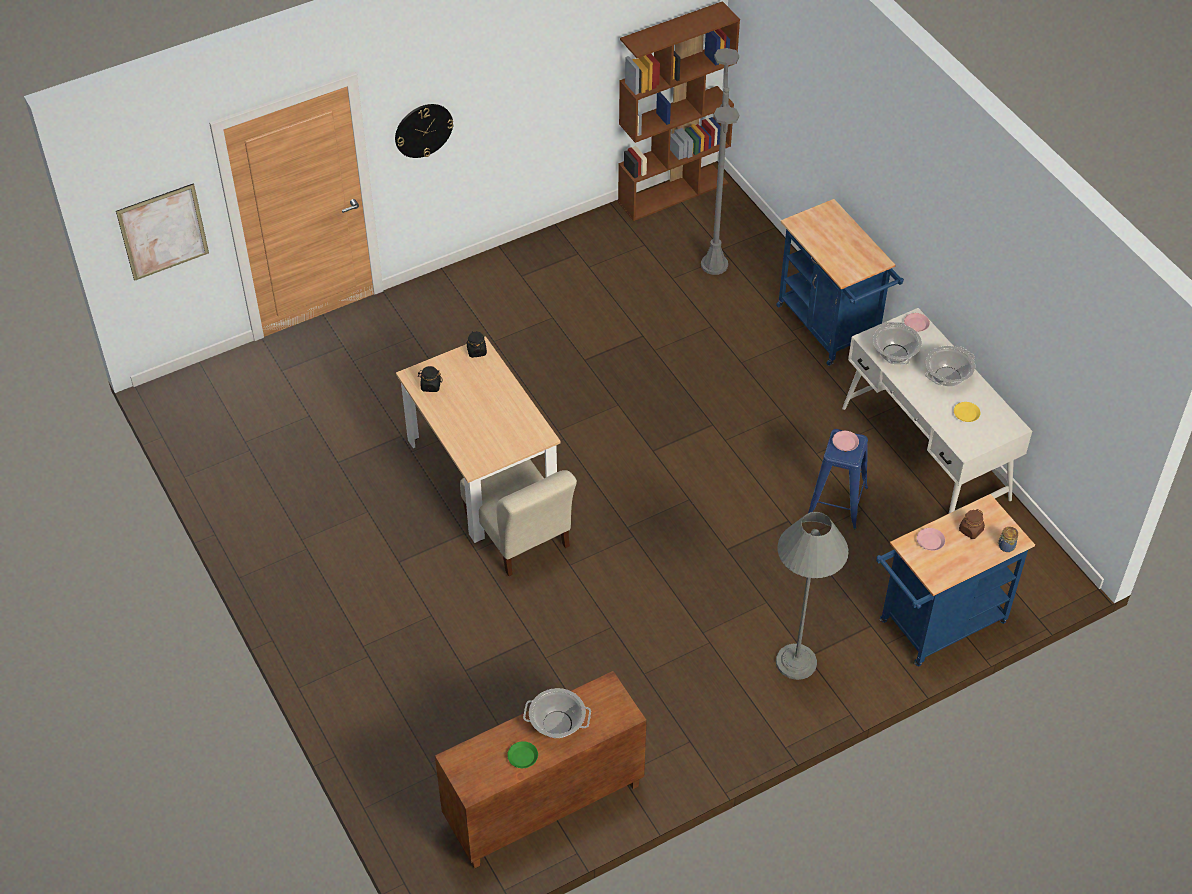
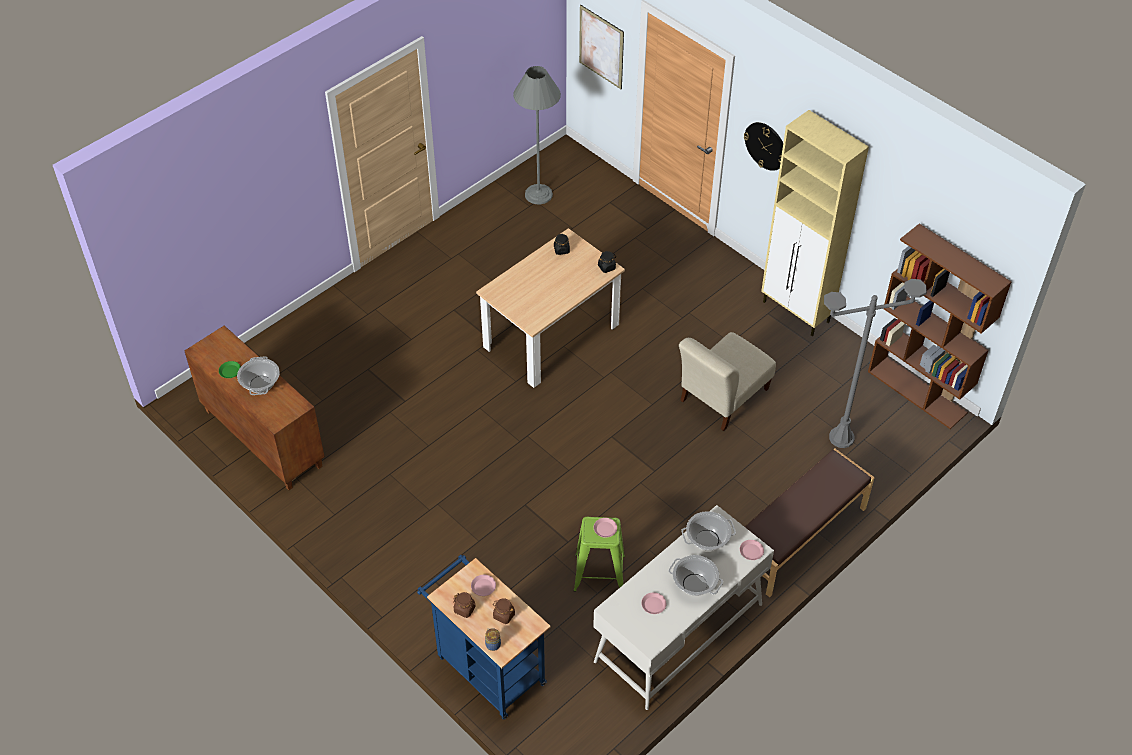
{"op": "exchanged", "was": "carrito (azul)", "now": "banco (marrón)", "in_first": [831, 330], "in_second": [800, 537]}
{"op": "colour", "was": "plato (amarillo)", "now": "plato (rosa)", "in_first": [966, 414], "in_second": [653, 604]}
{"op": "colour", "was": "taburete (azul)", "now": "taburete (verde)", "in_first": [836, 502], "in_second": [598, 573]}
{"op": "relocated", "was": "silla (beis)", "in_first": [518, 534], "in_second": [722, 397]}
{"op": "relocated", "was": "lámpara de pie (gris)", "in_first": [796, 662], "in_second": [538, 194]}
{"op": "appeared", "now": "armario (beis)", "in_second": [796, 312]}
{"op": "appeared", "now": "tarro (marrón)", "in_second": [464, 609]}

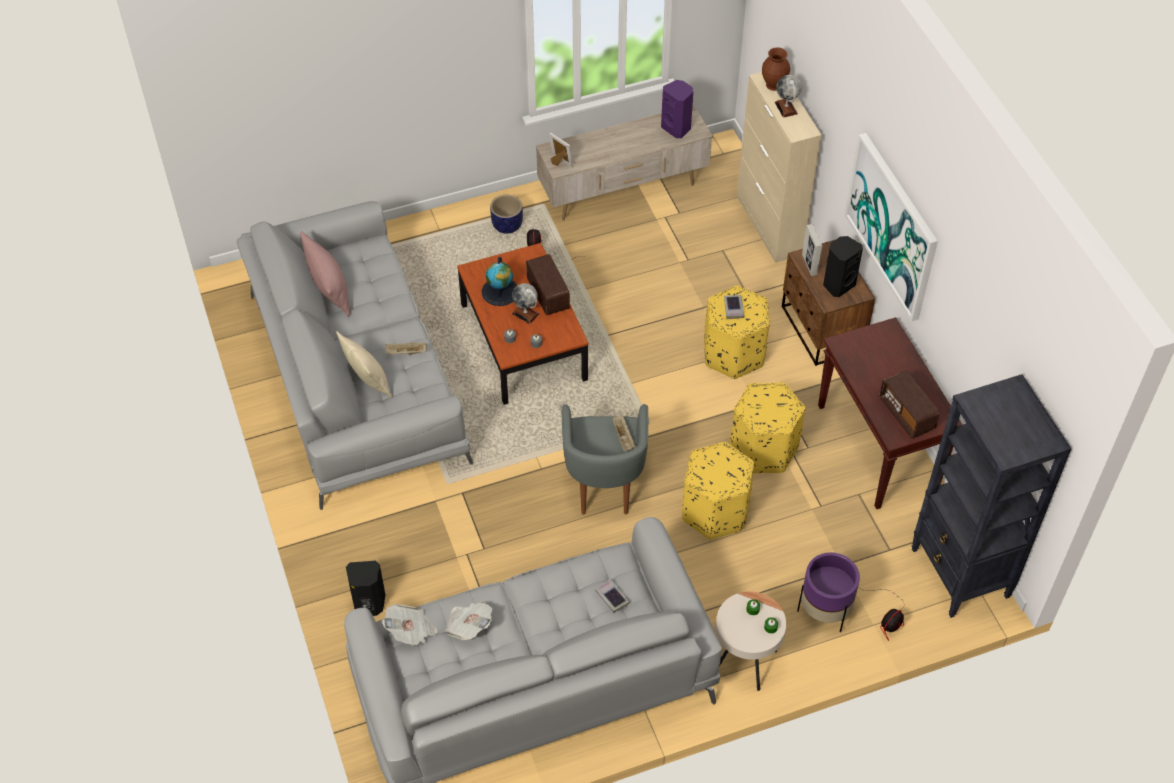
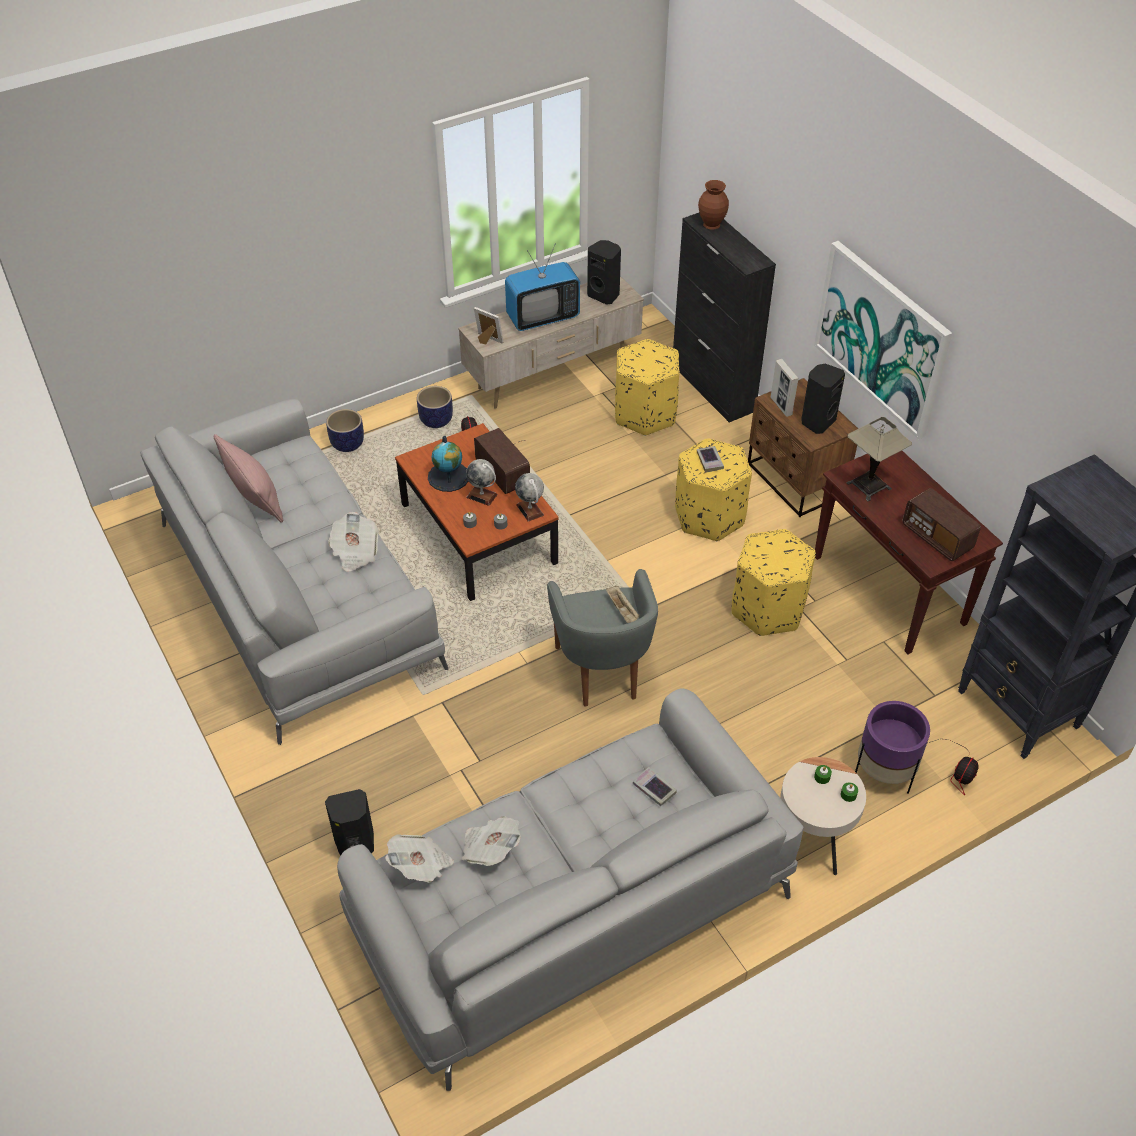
{"op": "colour", "was": "armario (beis)", "now": "armario (negro)", "in_first": [769, 225], "in_second": [713, 388]}
{"op": "relocated", "was": "globo terráqueo", "in_first": [786, 108], "in_second": [530, 510]}
{"op": "colour", "was": "altavoz (morado)", "now": "altavoz (negro)", "in_first": [676, 128], "in_second": [604, 295]}
{"op": "missing", "was": "cojín (beis)", "in_first": [368, 382]}
{"op": "exchanged", "was": "bandeja (beis)", "now": "periódico", "in_first": [406, 353], "in_second": [355, 552]}
{"op": "relocated", "was": "puf (amarillo)", "in_first": [715, 511], "in_second": [645, 414]}
{"op": "appeared", "now": "televisor", "in_second": [542, 317]}
{"op": "appeared", "now": "maceta", "in_second": [347, 444]}
{"op": "appeared", "now": "lámpara de mesa", "in_second": [868, 485]}

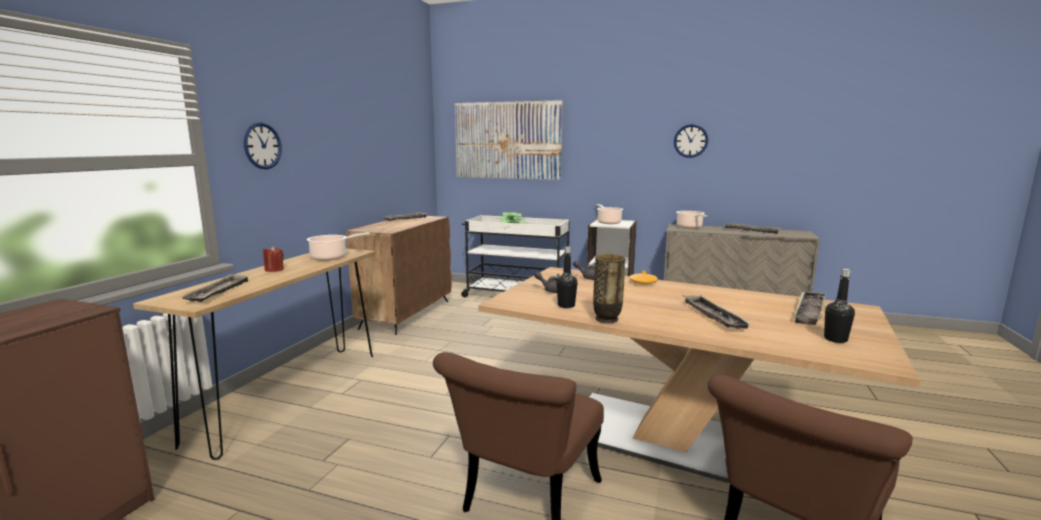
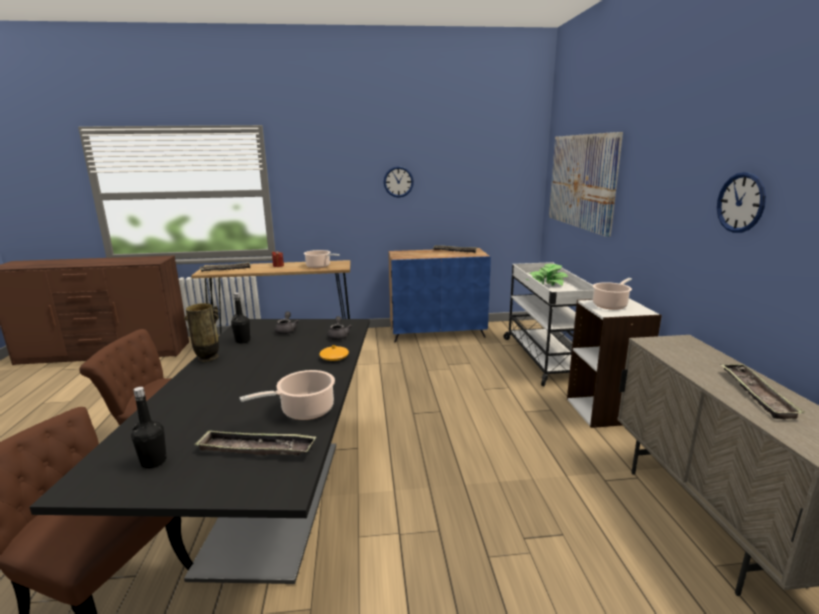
{"op": "relocated", "was": "reloj de pared", "in_first": [262, 146], "in_second": [398, 182]}
{"op": "relocated", "was": "olla", "in_first": [690, 227], "in_second": [304, 411]}
{"op": "colour", "was": "armario (marrón)", "now": "armario (azul)", "in_first": [406, 314], "in_second": [437, 333]}
{"op": "colour", "was": "mesa de comedor (beis)", "now": "mesa de comedor (negro)", "in_first": [668, 439], "in_second": [274, 503]}
{"op": "missing", "was": "bandeja", "in_first": [713, 316]}

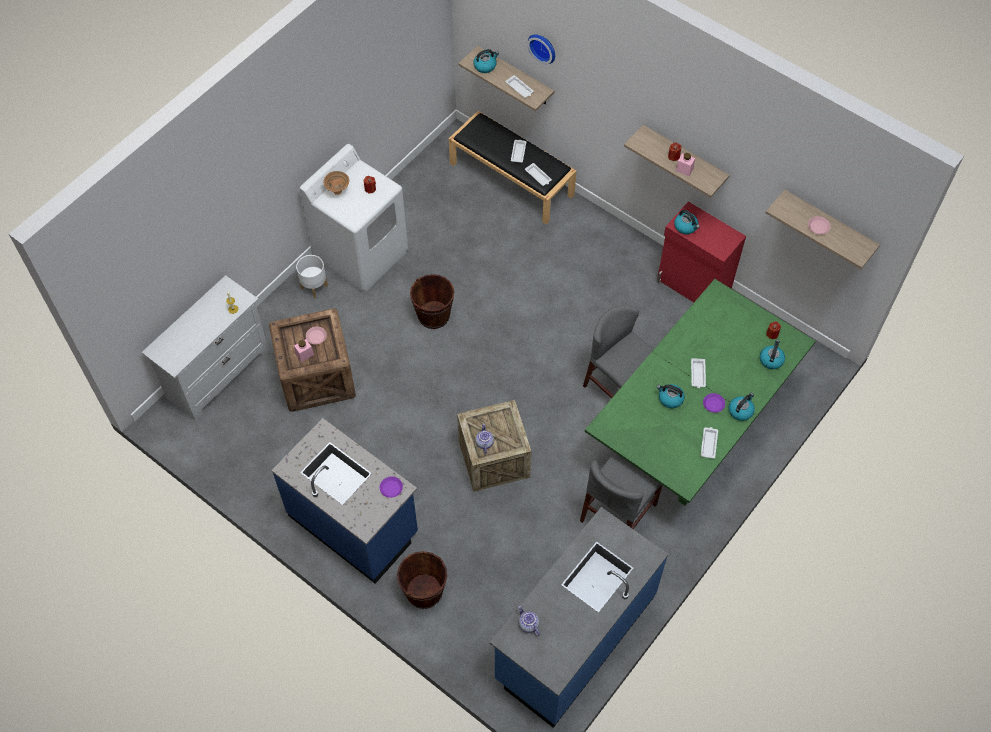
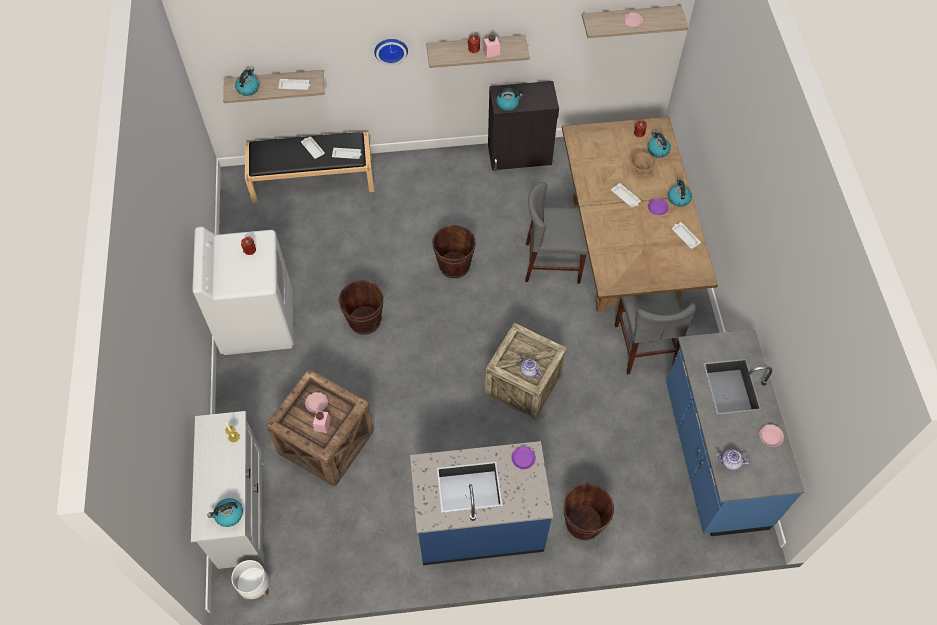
{"op": "relocated", "was": "reloj de pared", "in_first": [543, 47], "in_second": [390, 49]}
{"op": "relocated", "was": "cuenco (marrón)", "in_first": [338, 190], "in_second": [639, 171]}
{"op": "colour", "was": "armario (rojo)", "now": "armario (negro)", "in_first": [693, 286], "in_second": [520, 155]}
{"op": "relocated", "was": "maceta (blanco)", "in_first": [314, 287], "in_second": [256, 588]}
{"op": "colour", "was": "mesa de comedor (verde)", "now": "mesa de comedor (marrón)", "in_first": [690, 428], "in_second": [624, 250]}
{"op": "relocated", "was": "hervidor", "in_first": [670, 399], "in_second": [229, 515]}
{"op": "appeared", "now": "cubo (marrón)", "in_second": [454, 265]}
{"op": "appeared", "now": "plato (rosa)", "in_second": [770, 436]}

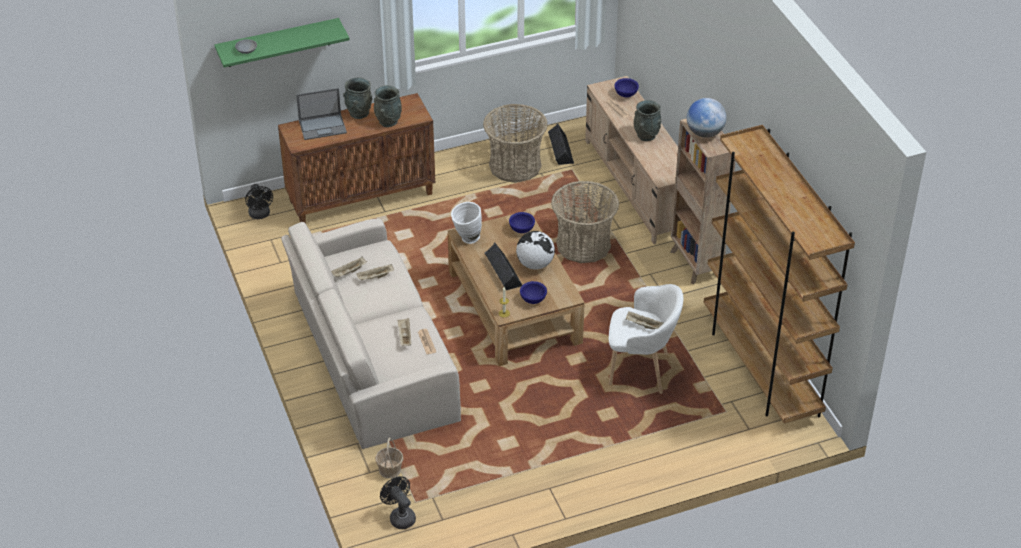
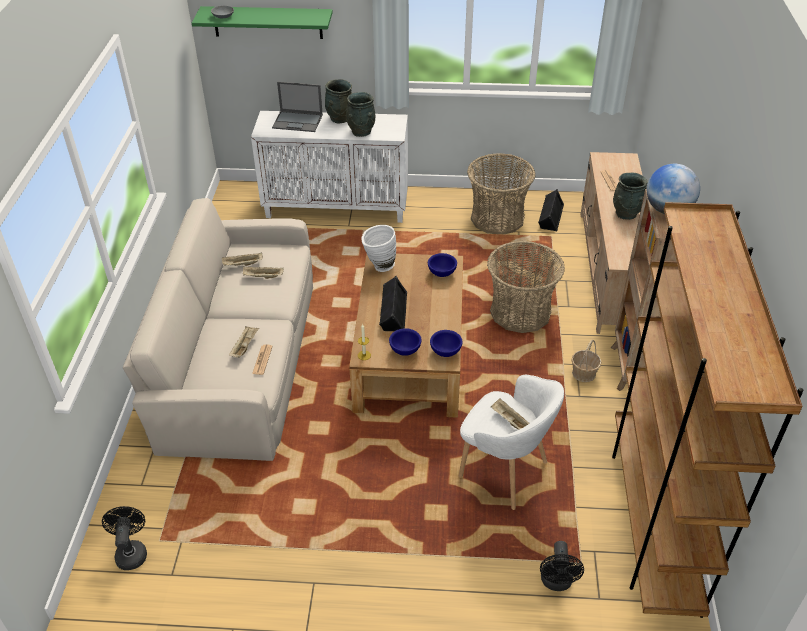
{"op": "relocated", "was": "cuenco (azul)", "in_first": [626, 94], "in_second": [446, 352]}
{"op": "colour", "was": "armario (marrón)", "now": "armario (blanco)", "in_first": [361, 196], "in_second": [337, 207]}
{"op": "relocated", "was": "ventilador (negro)", "in_first": [260, 215], "in_second": [557, 582]}
{"op": "missing", "was": "globo terráqueo", "in_first": [535, 264]}
{"op": "relocated", "was": "cesta", "in_first": [389, 469], "in_second": [583, 373]}

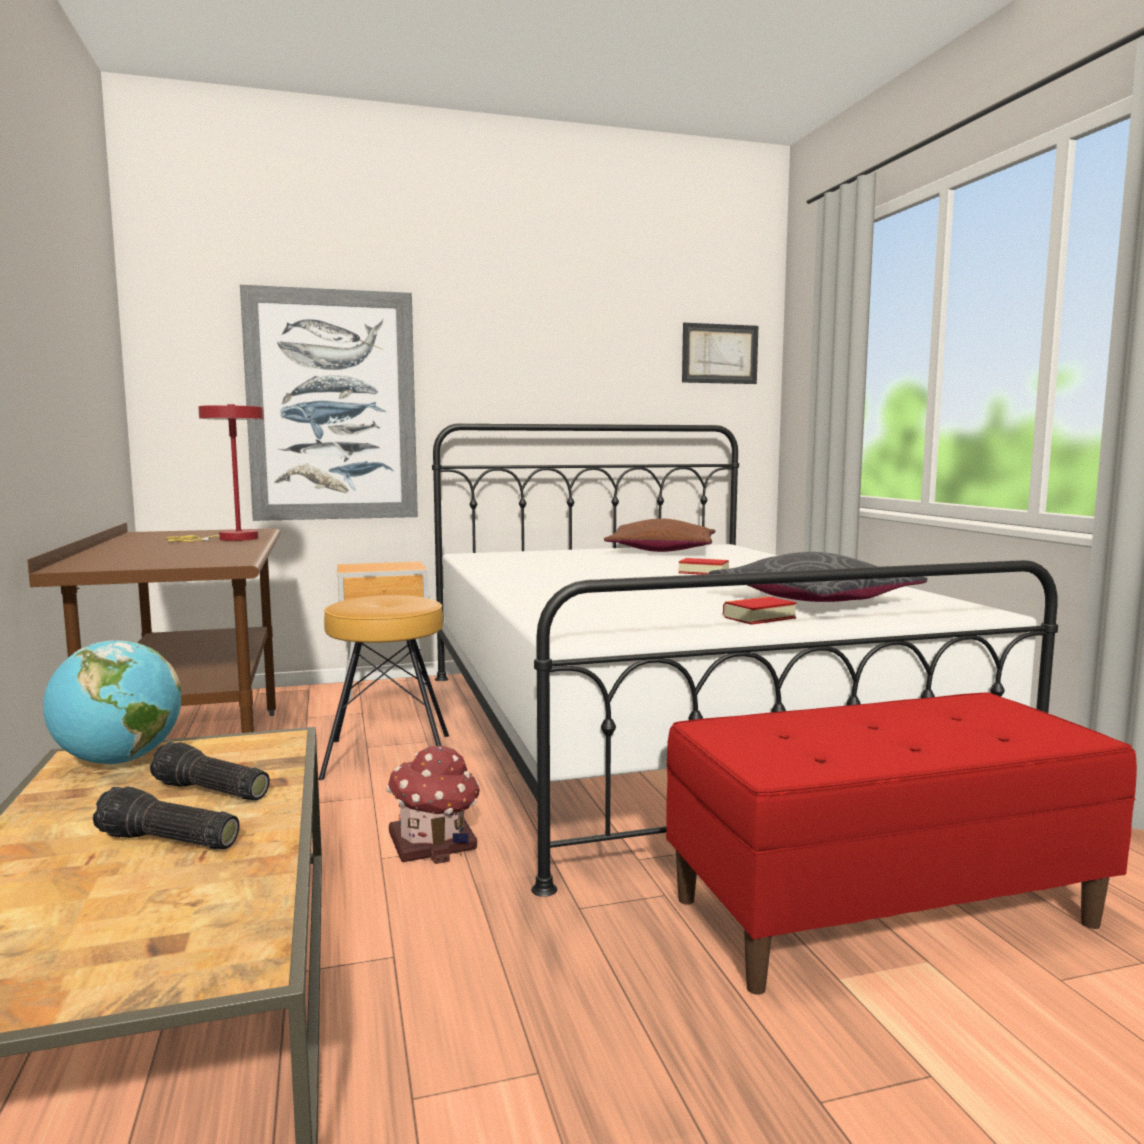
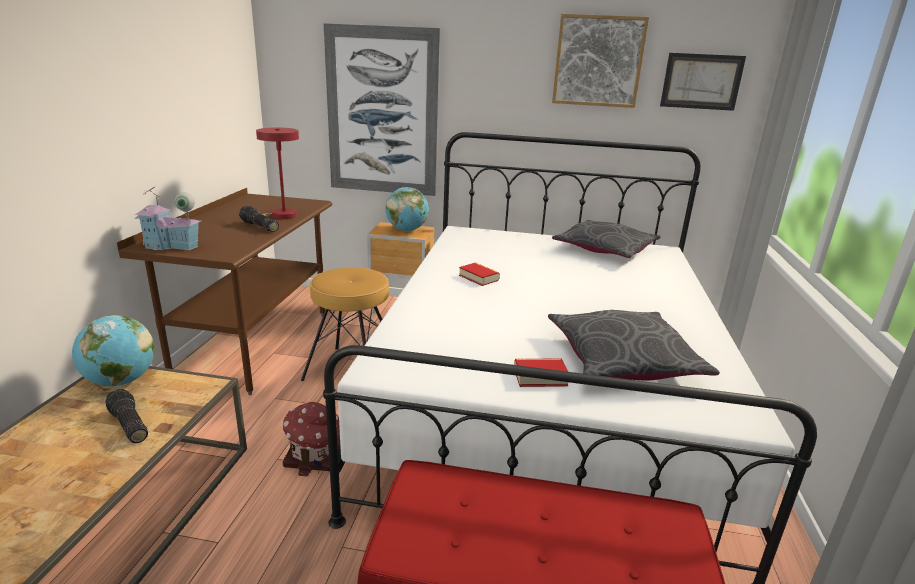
{"op": "colour", "was": "cojín (marrón)", "now": "cojín (gris)", "in_first": [661, 551], "in_second": [604, 249]}
{"op": "relocated", "was": "libro", "in_first": [703, 572], "in_second": [478, 278]}
{"op": "relocated", "was": "linterna", "in_first": [166, 841], "in_second": [259, 227]}
{"op": "appeared", "now": "cuadro", "in_second": [598, 61]}
{"op": "appeared", "now": "casita", "in_second": [171, 246]}
{"op": "appeared", "now": "globo terráqueo", "in_second": [407, 230]}

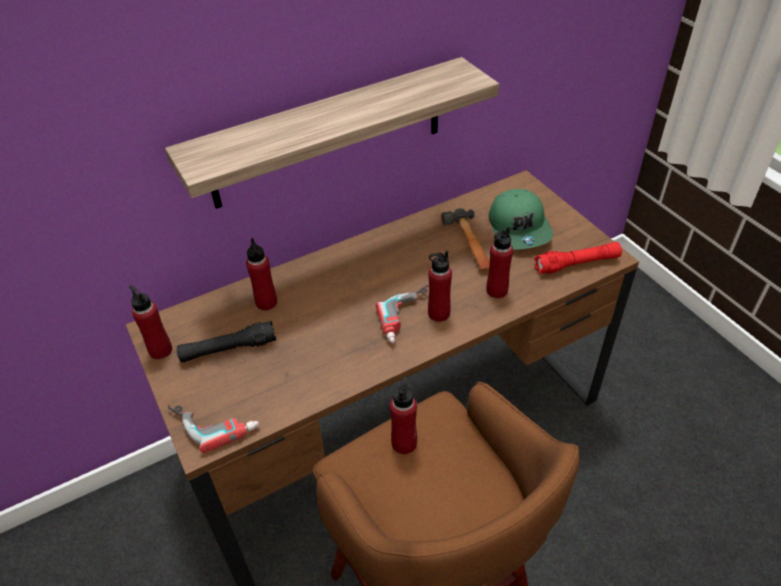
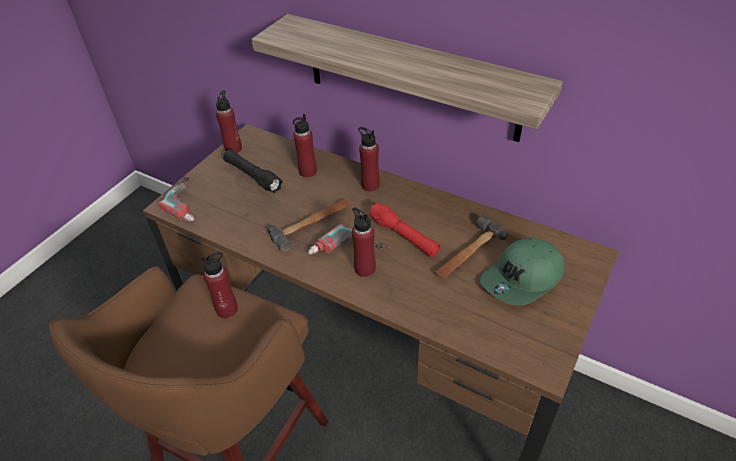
{"op": "relocated", "was": "botella (rojo)", "in_first": [496, 290], "in_second": [370, 185]}
{"op": "relocated", "was": "linterna (rojo)", "in_first": [577, 264], "in_second": [404, 236]}
{"op": "appeared", "now": "martillo", "in_second": [311, 225]}

